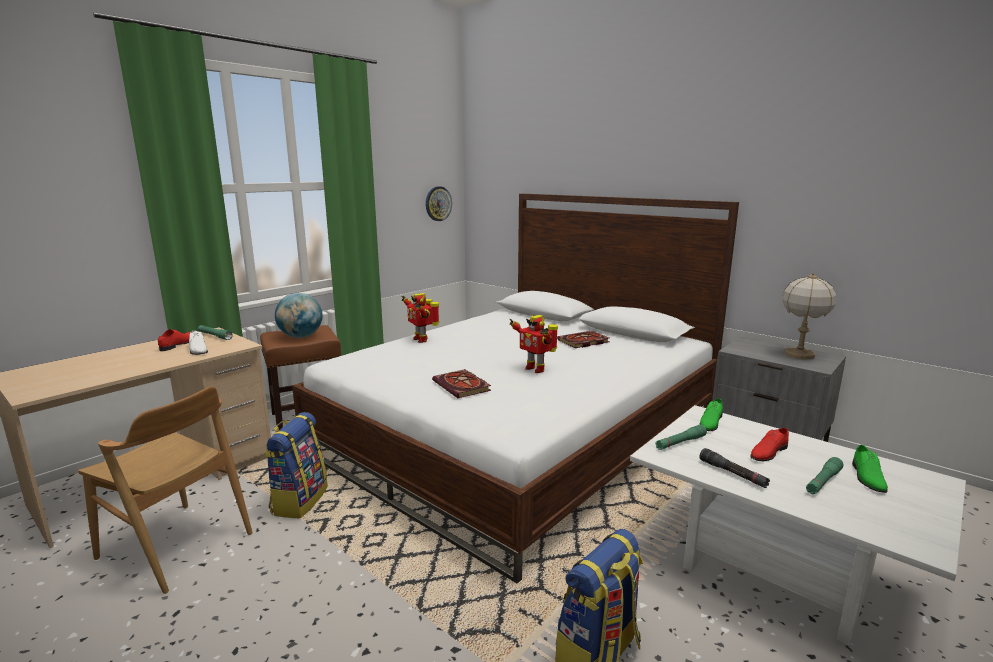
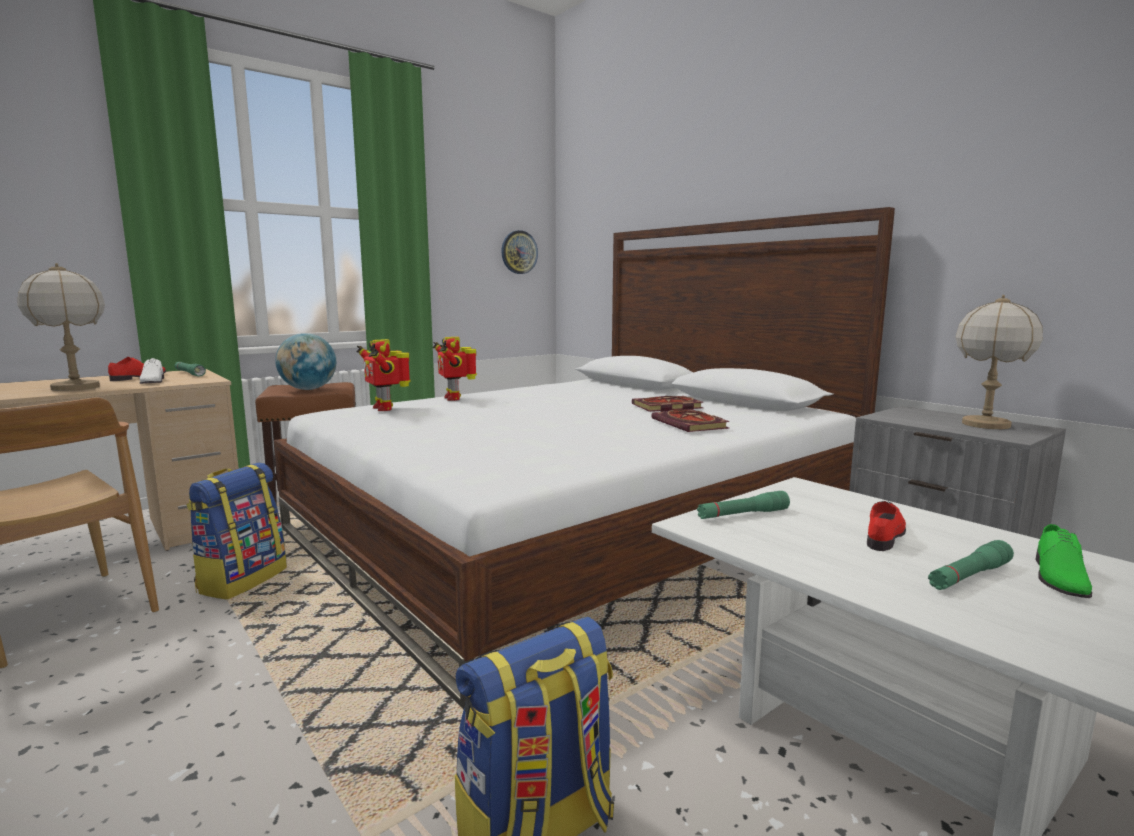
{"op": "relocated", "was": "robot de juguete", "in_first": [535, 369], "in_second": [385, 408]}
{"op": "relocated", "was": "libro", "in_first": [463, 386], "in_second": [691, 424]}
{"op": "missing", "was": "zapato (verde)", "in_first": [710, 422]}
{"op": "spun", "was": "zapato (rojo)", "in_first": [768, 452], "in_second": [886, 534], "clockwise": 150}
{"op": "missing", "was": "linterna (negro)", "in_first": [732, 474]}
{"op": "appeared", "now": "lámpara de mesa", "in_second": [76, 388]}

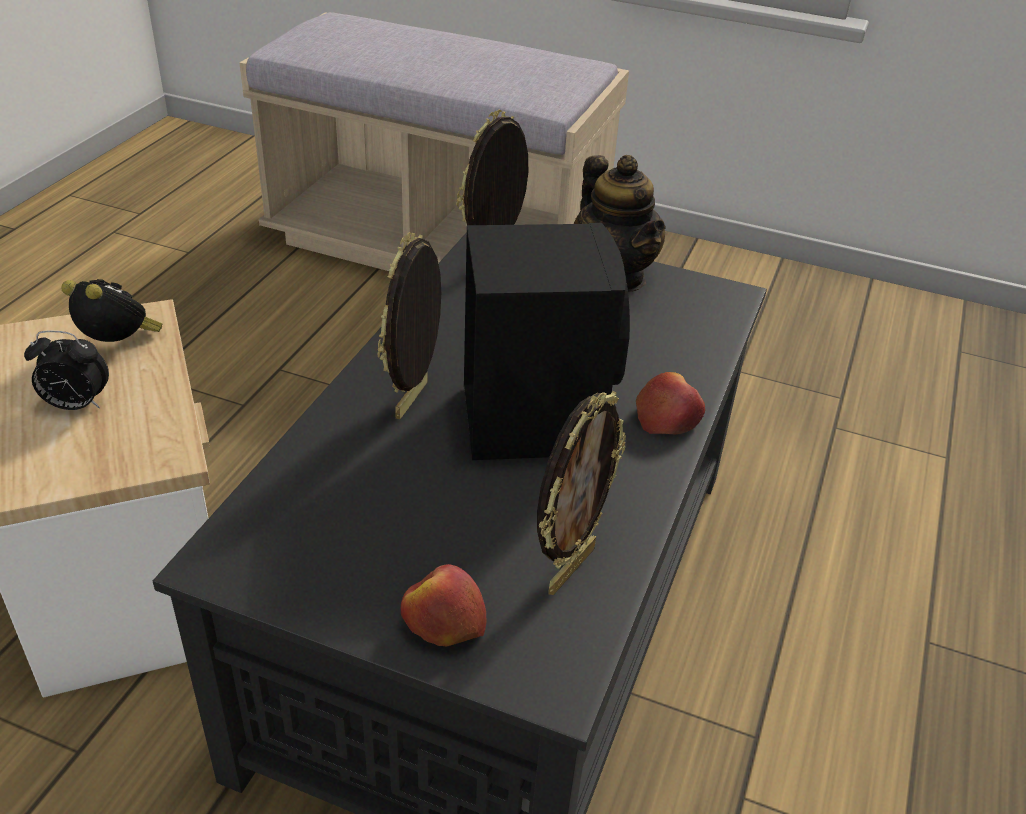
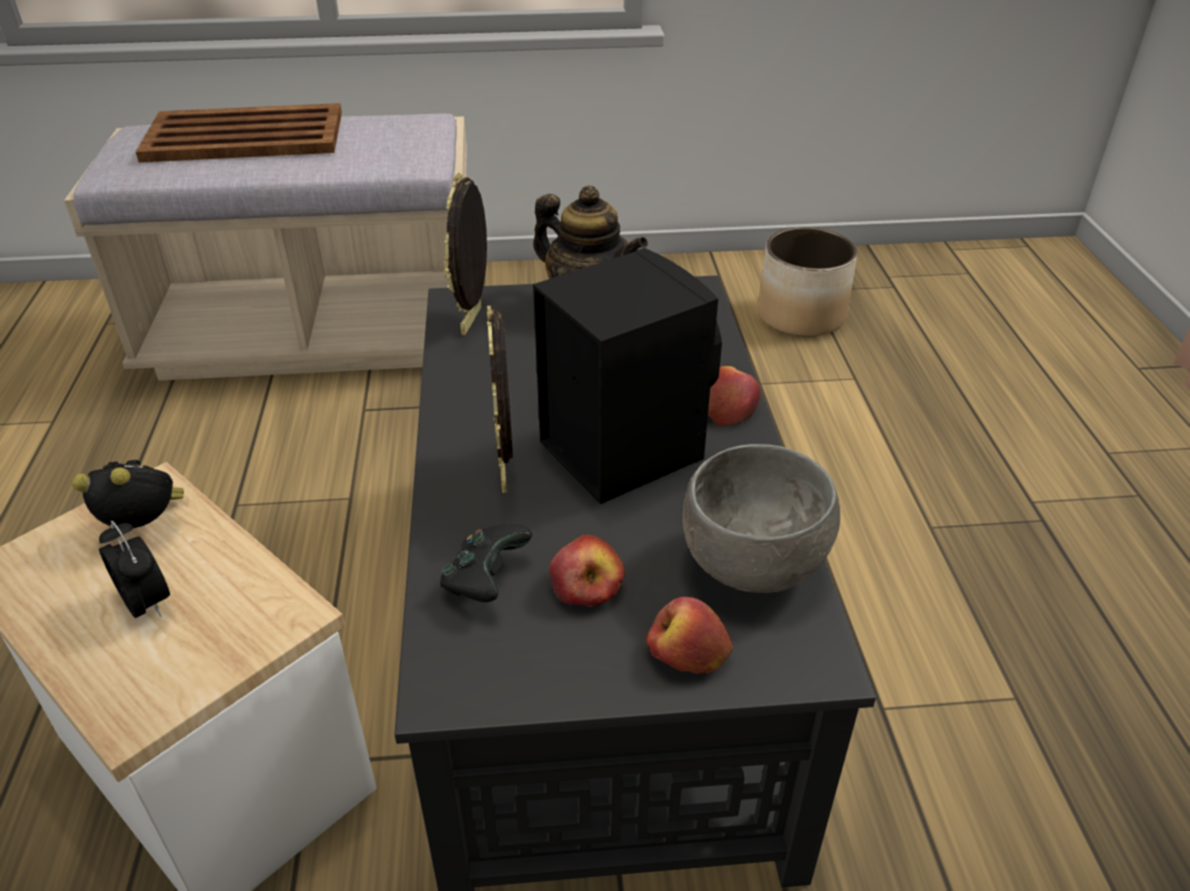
{"op": "spun", "was": "despertador", "in_first": [76, 405], "in_second": [148, 604], "clockwise": -105}
{"op": "exchanged", "was": "portarretratos", "now": "cuenco (gris)", "in_first": [569, 568], "in_second": [751, 563]}
{"op": "appeared", "now": "bandeja (marrón)", "in_second": [243, 136]}
{"op": "appeared", "now": "maceta", "in_second": [802, 316]}
{"op": "appeared", "now": "mando de consola (negro)", "in_second": [485, 580]}
{"op": "appeared", "now": "manzana", "in_second": [586, 585]}

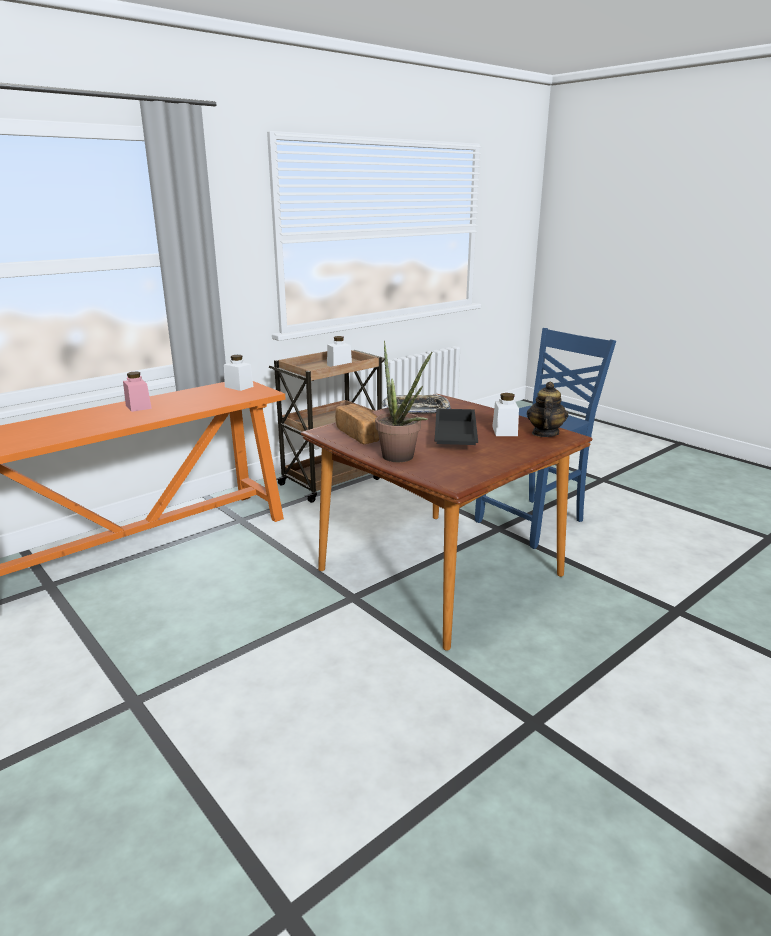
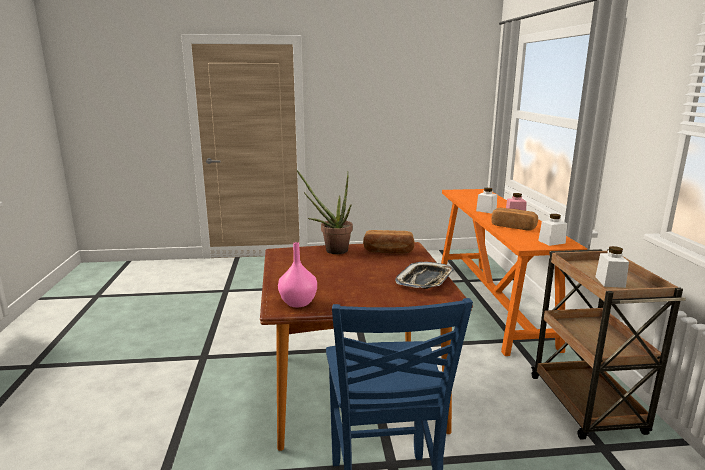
{"op": "exchanged", "was": "tetera", "now": "florero (rosa)", "in_first": [544, 433], "in_second": [298, 302]}
{"op": "relocated", "was": "tarro (blanco)", "in_first": [504, 431], "in_second": [486, 211]}
{"op": "missing", "was": "bandeja (negro)", "in_first": [453, 436]}
{"op": "appeared", "now": "pan", "in_second": [513, 226]}

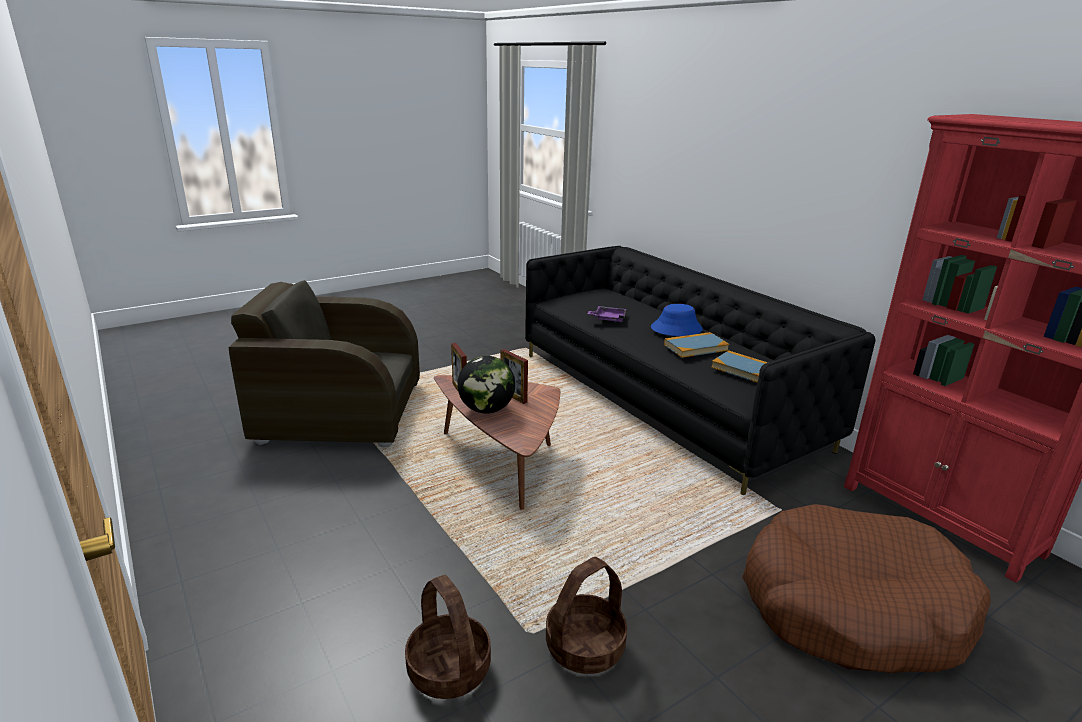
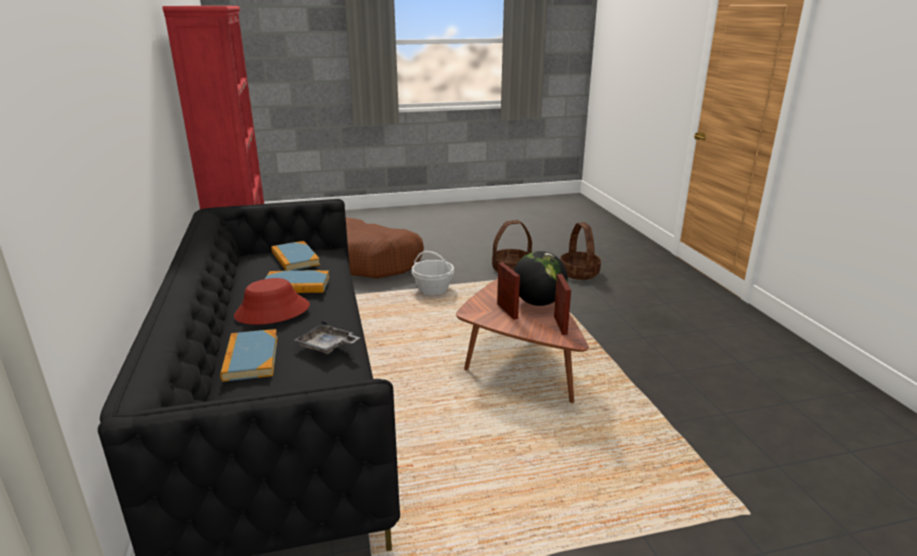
{"op": "missing", "was": "sillón (marrón)", "in_first": [339, 413]}
{"op": "colour", "was": "sombrero (azul)", "now": "sombrero (rojo)", "in_first": [676, 329], "in_second": [272, 311]}
{"op": "colour", "was": "bandeja (morado)", "now": "bandeja (gris)", "in_first": [608, 318], "in_second": [327, 346]}
{"op": "appeared", "now": "cesta", "in_second": [433, 290]}
{"op": "appeared", "now": "libro", "in_second": [251, 358]}

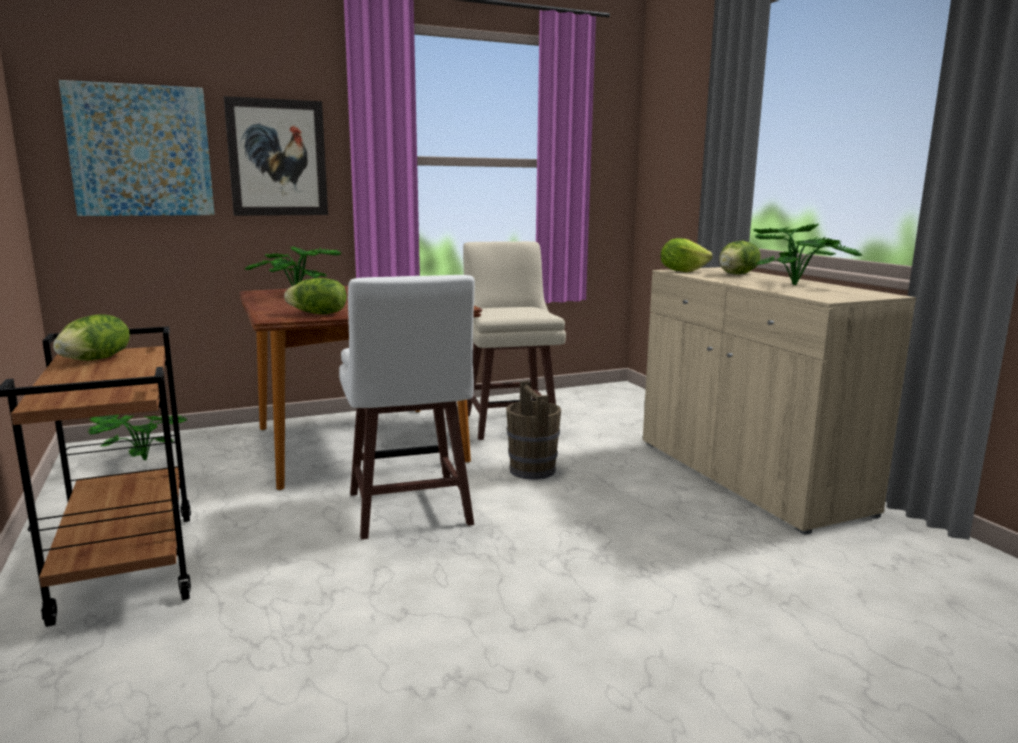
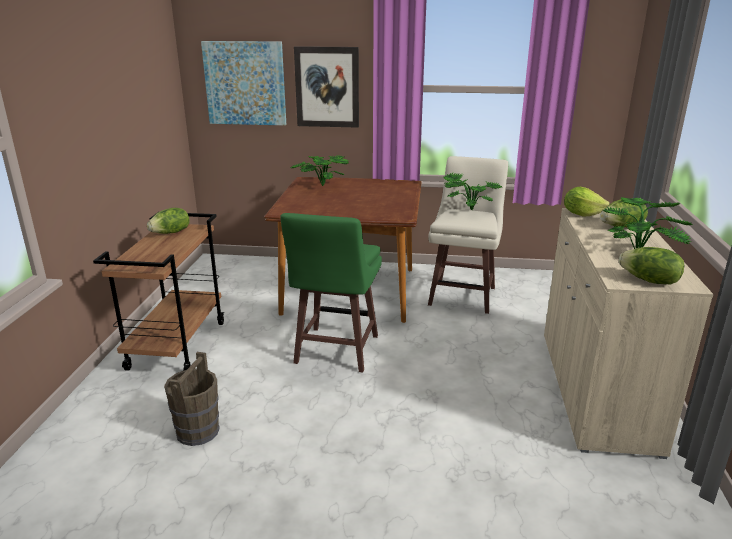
{"op": "colour", "was": "taburete (blanco)", "now": "taburete (verde)", "in_first": [408, 511], "in_second": [335, 350]}
{"op": "relocated", "was": "lechuga", "in_first": [318, 314], "in_second": [649, 280]}
{"op": "relocated", "was": "cubo (marrón)", "in_first": [532, 470], "in_second": [198, 431]}
{"op": "relocated", "was": "planta en maceta", "in_first": [140, 460], "in_second": [468, 209]}

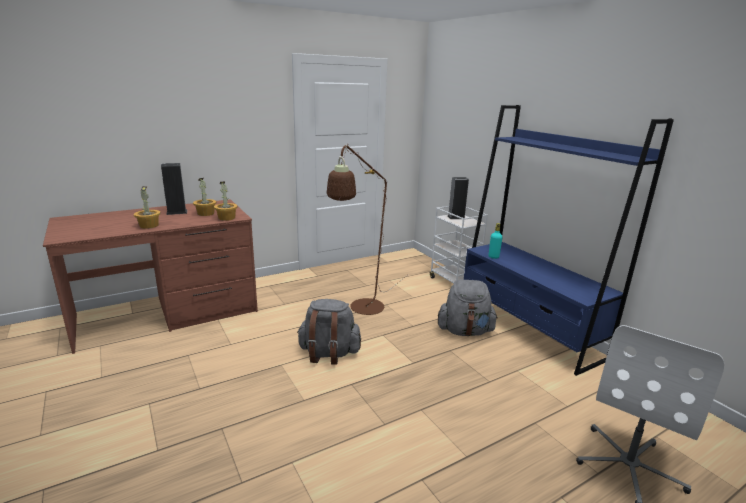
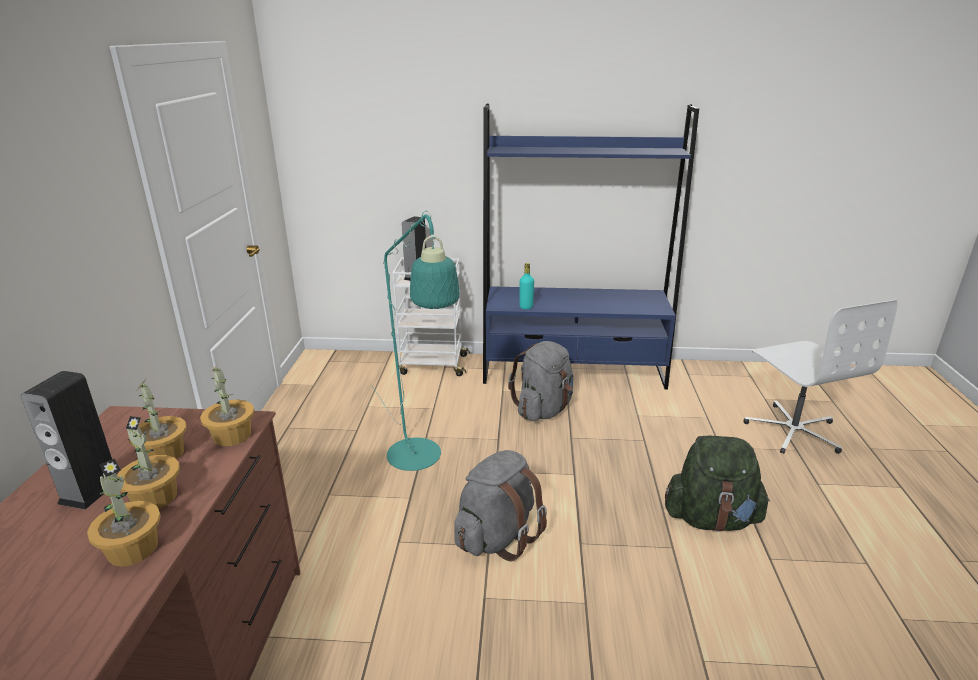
{"op": "colour", "was": "lámpara de pie (marrón)", "now": "lámpara de pie (turquesa)", "in_first": [362, 310], "in_second": [419, 462]}
{"op": "appeared", "now": "planta en maceta", "in_second": [155, 497]}
{"op": "appeared", "now": "mochila (verde)", "in_second": [711, 518]}

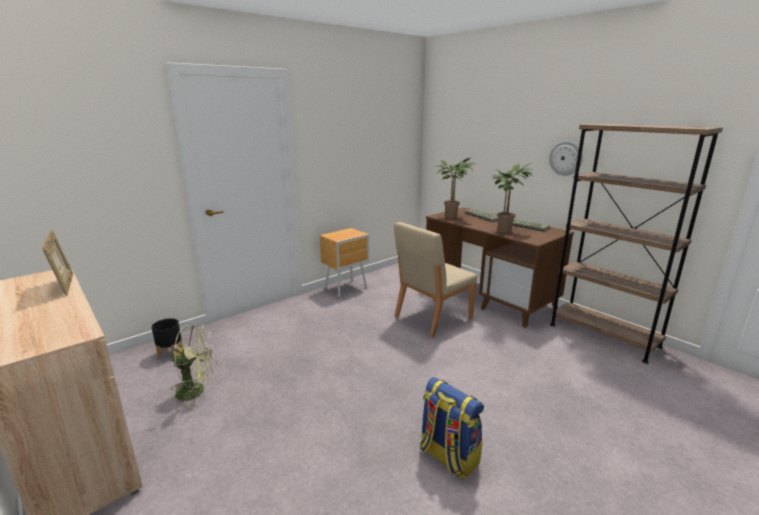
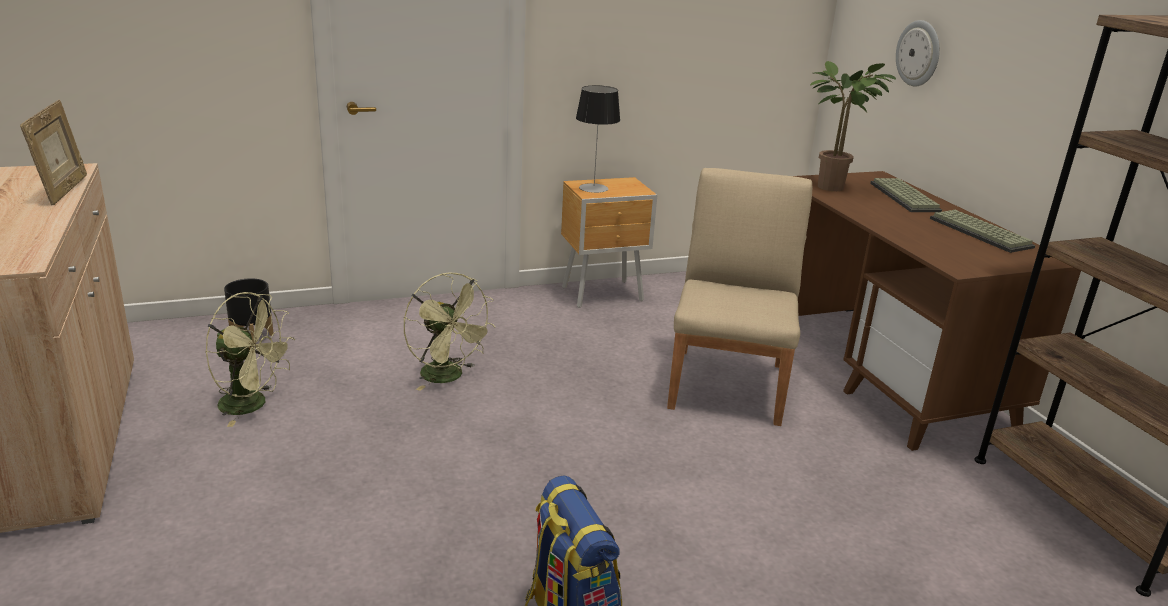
{"op": "relocated", "was": "reloj de pared", "in_first": [566, 158], "in_second": [919, 53]}
{"op": "missing", "was": "planta en maceta", "in_first": [505, 230]}
{"op": "spun", "was": "silla (beis)", "in_first": [432, 317], "in_second": [728, 384], "clockwise": 120}
{"op": "appeared", "now": "lámpara de mesa", "in_second": [593, 188]}
{"op": "appeared", "now": "ventilador (verde)", "in_second": [448, 377]}

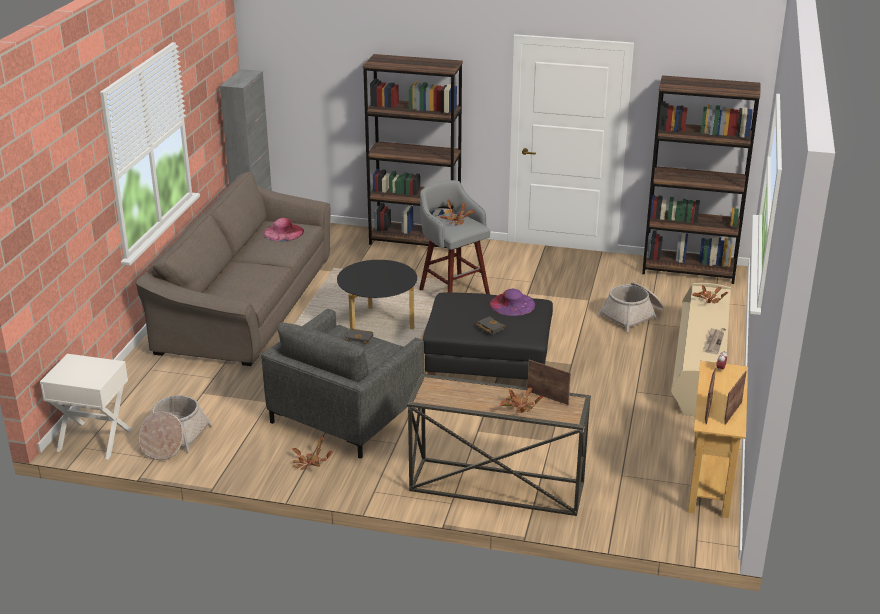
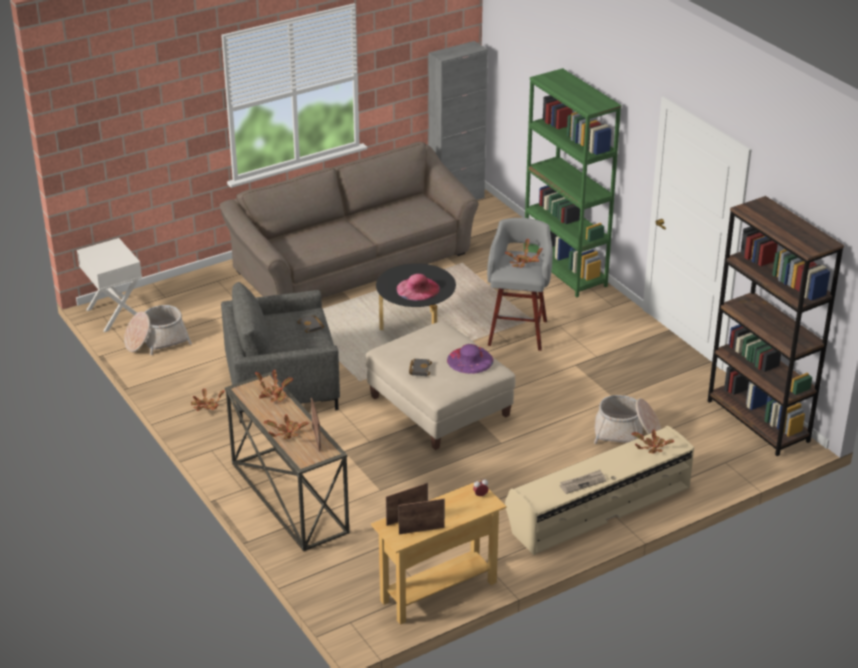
{"op": "colour", "was": "estantería (marrón)", "now": "estantería (verde)", "in_first": [415, 241], "in_second": [565, 271]}
{"op": "relocated", "was": "sombrero (rosa)", "in_first": [283, 232], "in_second": [418, 289]}
{"op": "colour", "was": "puf (negro)", "now": "puf (beis)", "in_first": [488, 364], "in_second": [440, 406]}
{"op": "appeared", "now": "planta en maceta", "in_second": [273, 394]}

